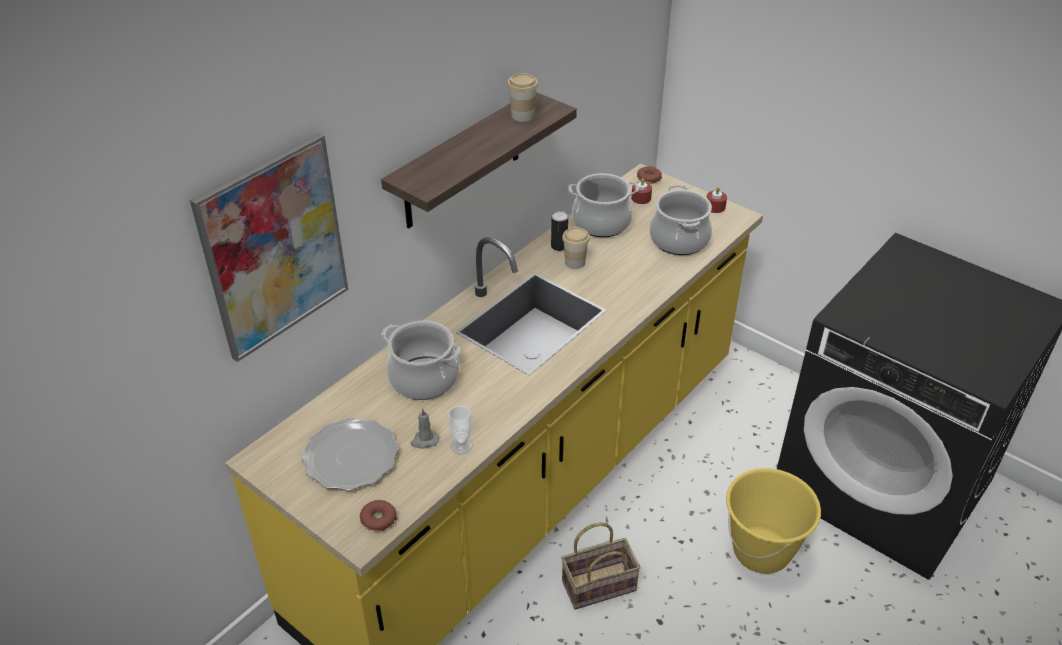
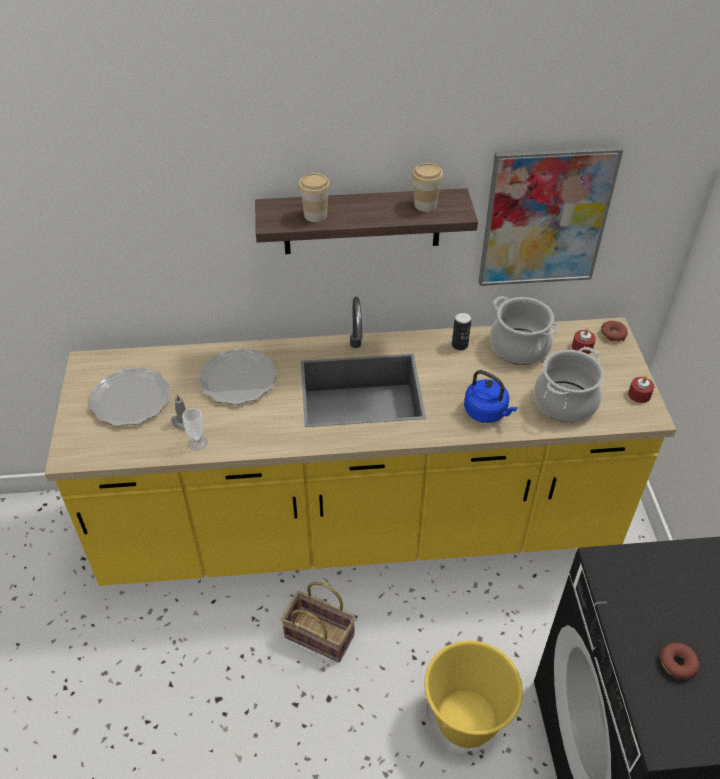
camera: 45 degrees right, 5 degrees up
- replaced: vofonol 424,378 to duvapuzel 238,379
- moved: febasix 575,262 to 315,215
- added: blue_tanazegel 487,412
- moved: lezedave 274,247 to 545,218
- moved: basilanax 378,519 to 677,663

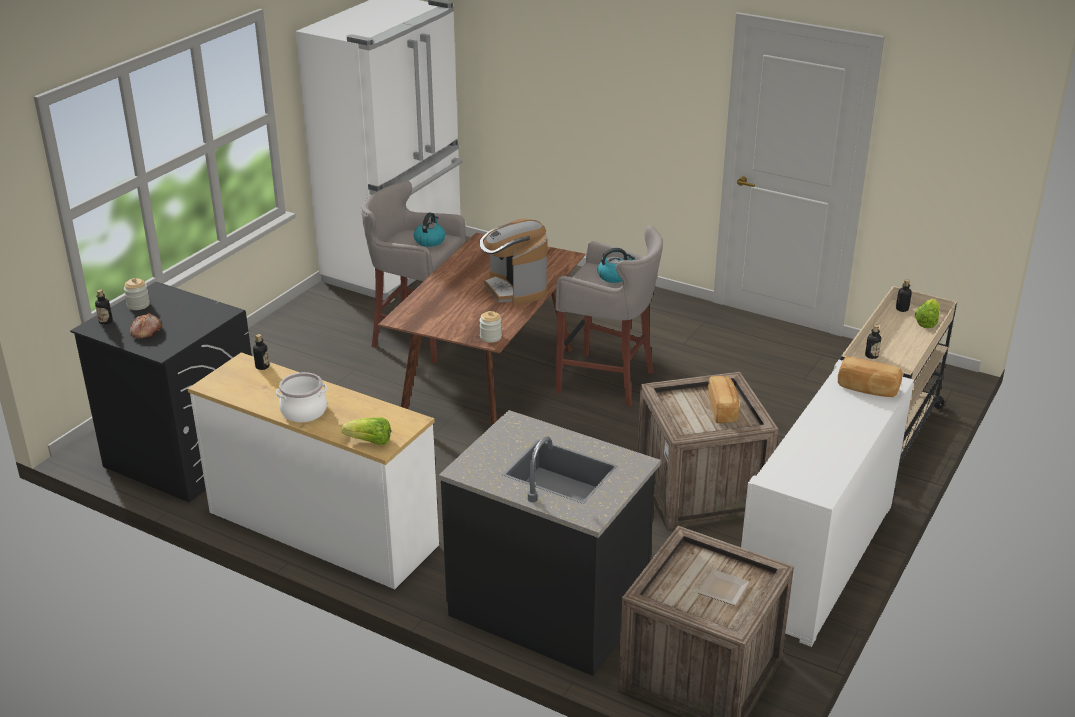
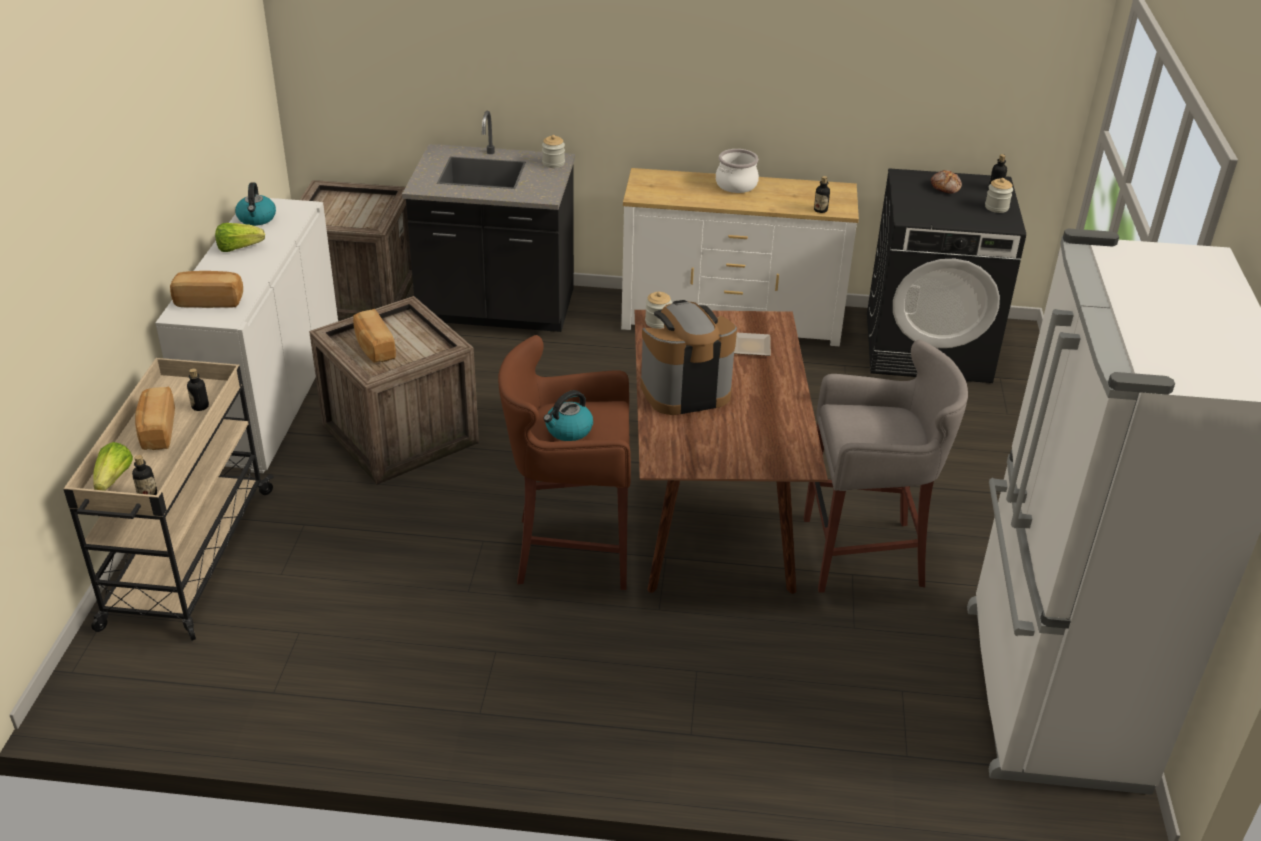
camera: 155 degrees right, 5 degrees up
- added: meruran 157,431
- moved: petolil 370,442 to 238,248
- moved: tanazegel 429,240 to 257,219
- recoloured: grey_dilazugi 608,381 to brown_dilazugi 569,551
- added: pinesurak 553,163
- turned: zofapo 515,289 = 685,391 60 degrees counterclockwise
- moved: duvapuzel 722,588 to 752,347

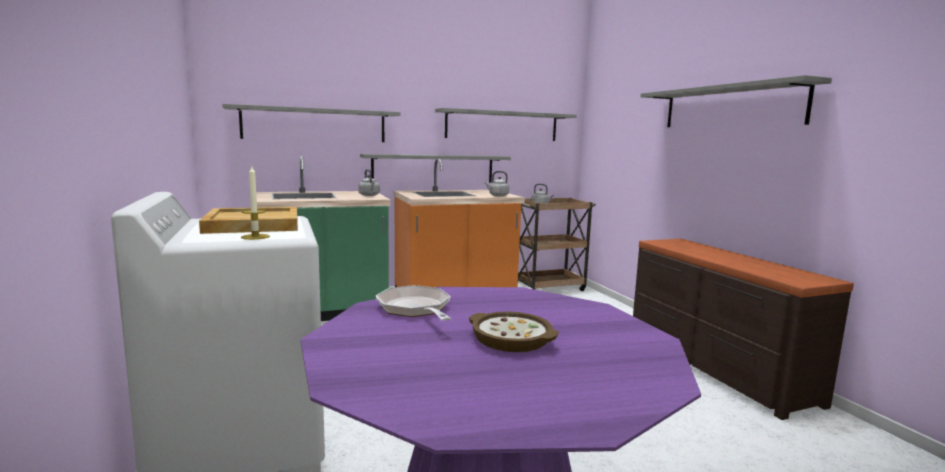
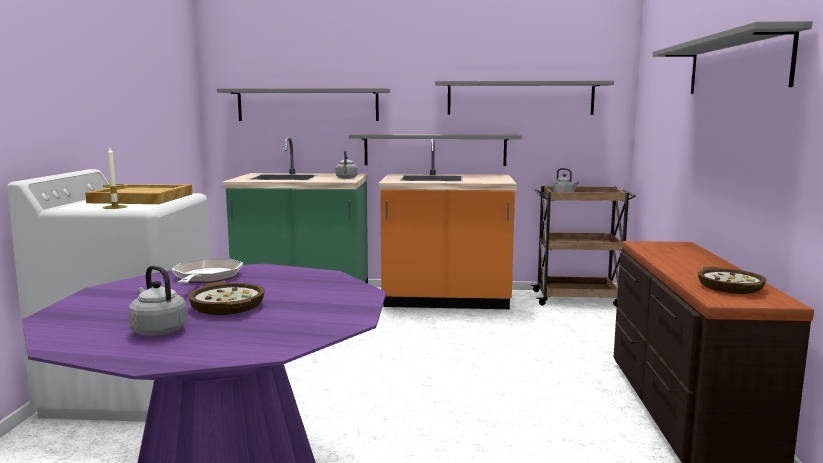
camera: 25 degrees right, 0 degrees up
- moved: grey_tanazegel 497,195 to 157,330
- added: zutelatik 729,287

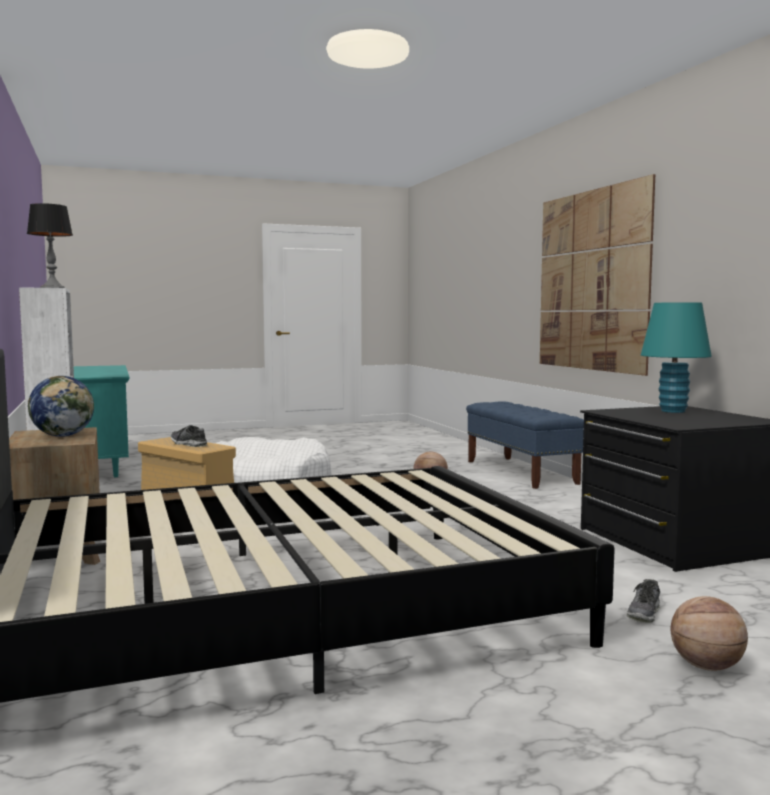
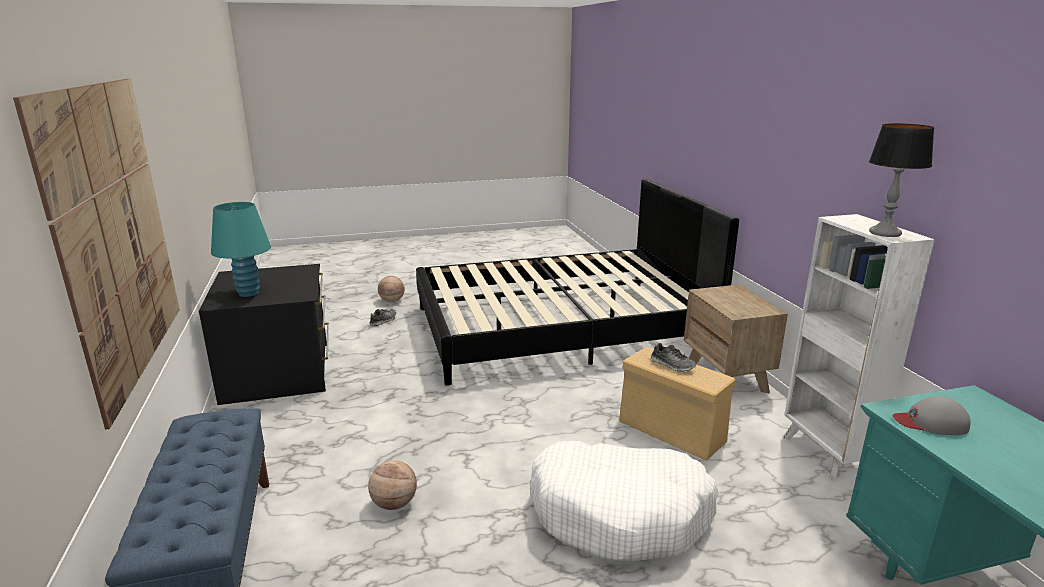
camera: 175 degrees left, 15 degrees up
- added: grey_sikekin 931,422
- removed: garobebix 63,436

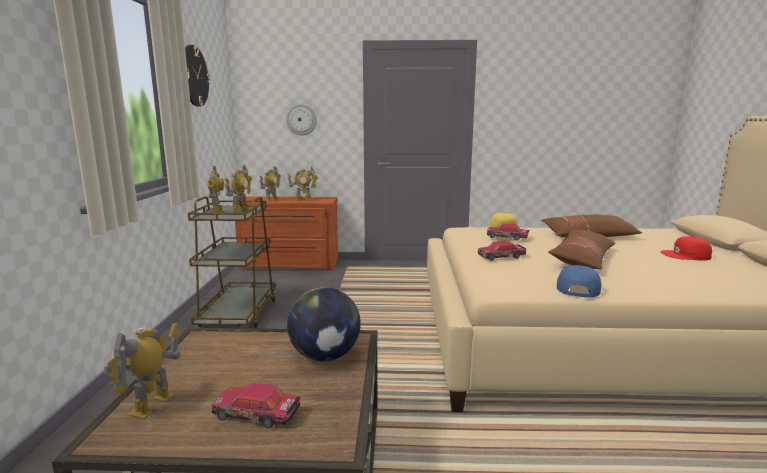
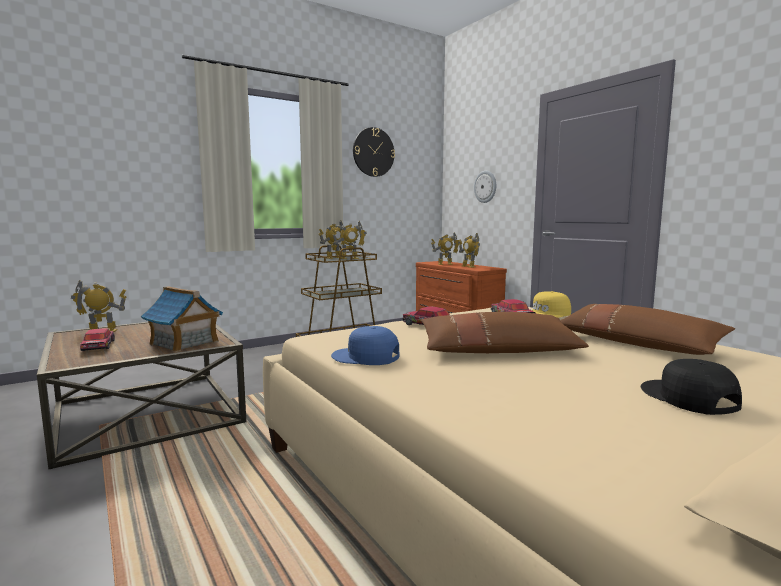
camera: 55 degrees right, 5 degrees down
- replaced: garobebix 325,356 to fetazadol 184,343
- turned: blue_sikekin 577,288 = 366,357 150 degrees counterclockwise
- recoloured: red_sikekin 686,255 to black_sikekin 687,397

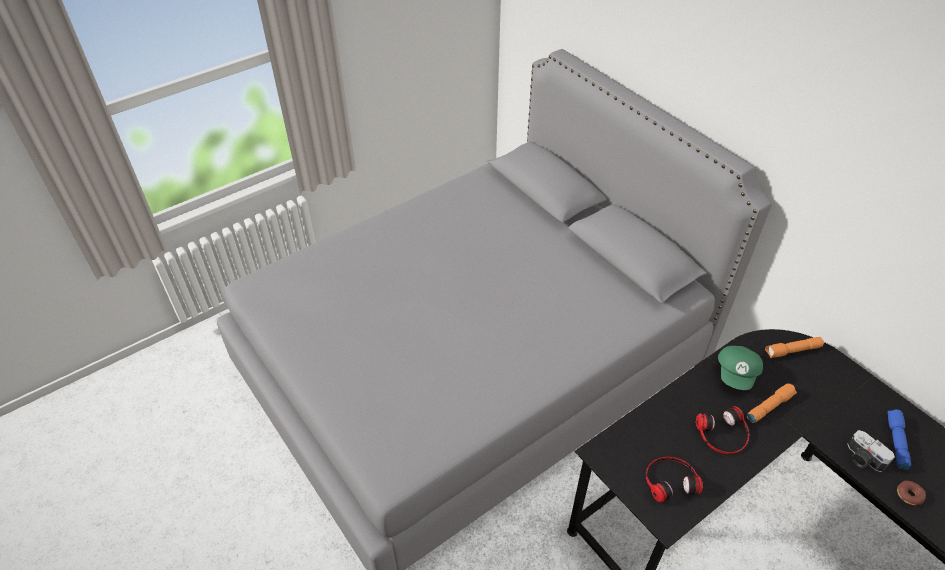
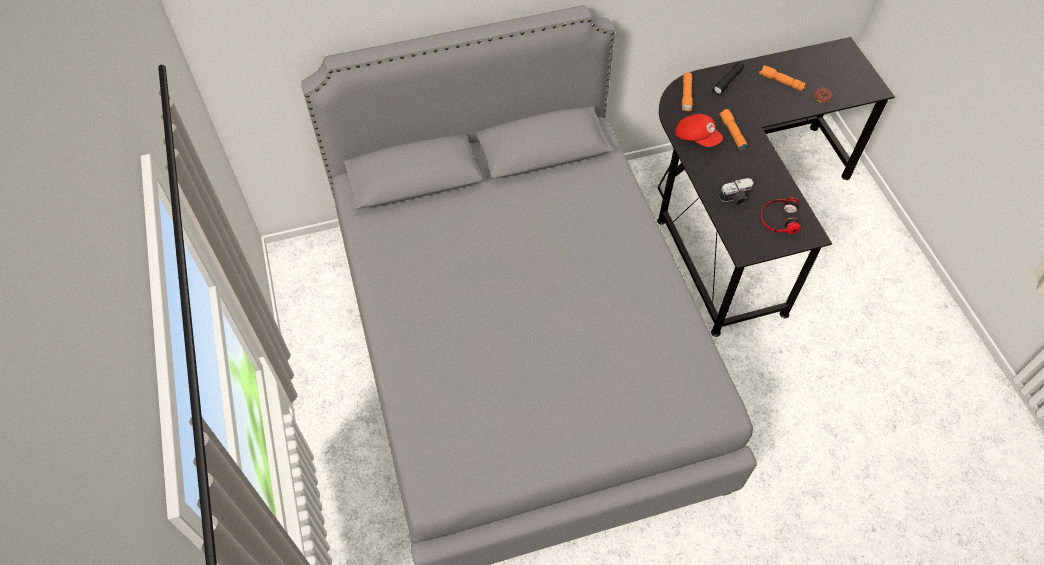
camera: 70 degrees left, 10 degrees up
- recoloured: green_sikekin 737,374 to red_sikekin 697,137
- added: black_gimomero 727,82
- moved: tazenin 862,459 to 736,199
- recoloured: blue_gimomero 895,441 to orange_gimomero 780,82
- removed: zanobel 723,434

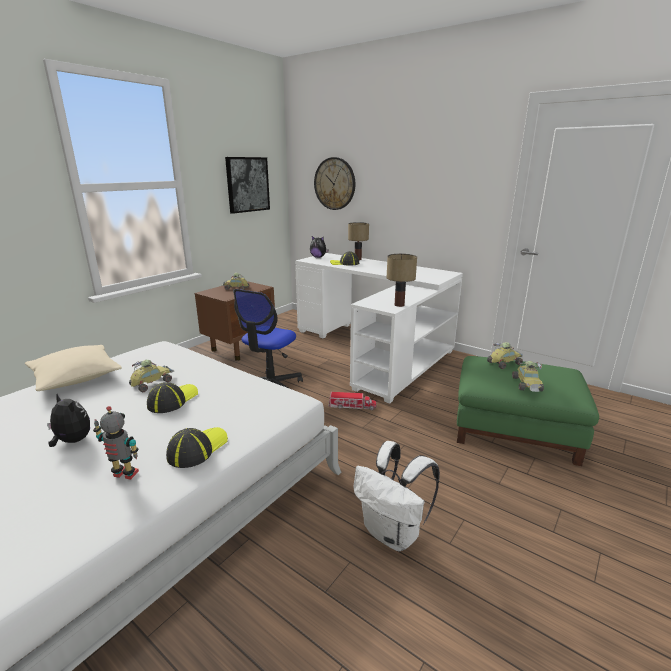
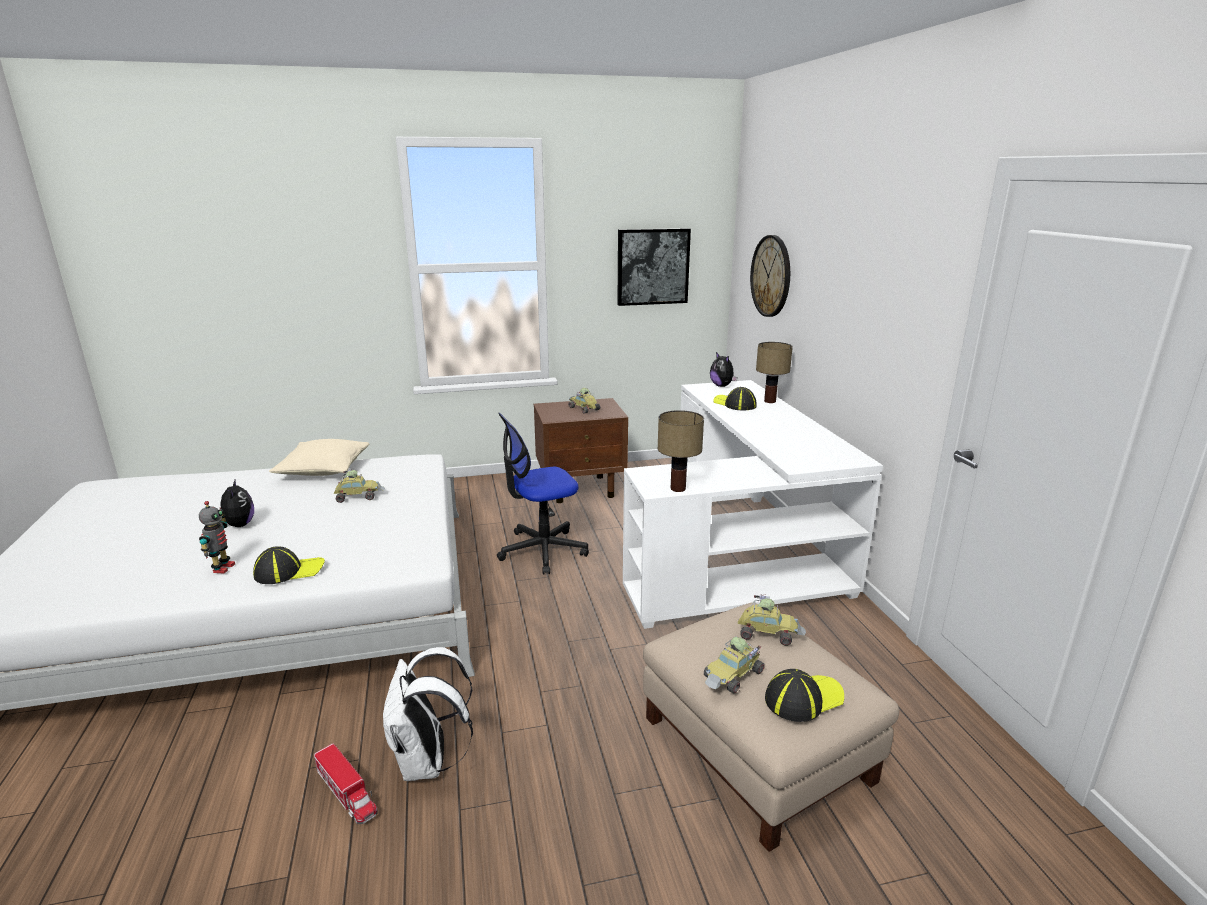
camera: 40 degrees right, 0 degrees up
- turned: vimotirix 124,475 = 222,568 45 degrees clockwise
- moved: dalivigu 352,406 to 347,793
- recoloured: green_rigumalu 515,429 to beige_rigumalu 758,748
- moved: sikekin 172,400 to 803,698

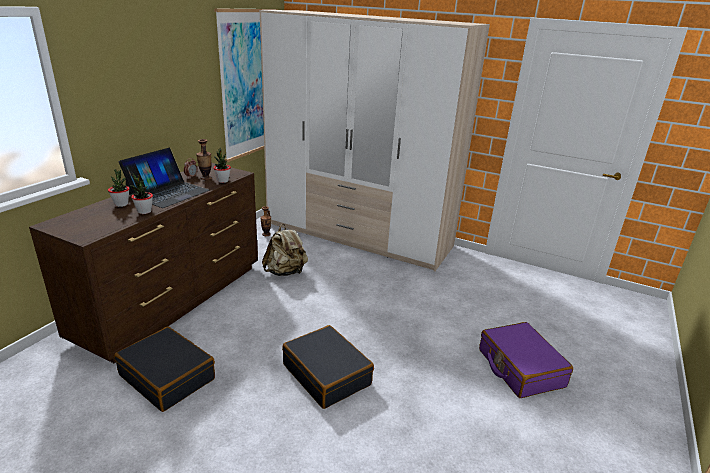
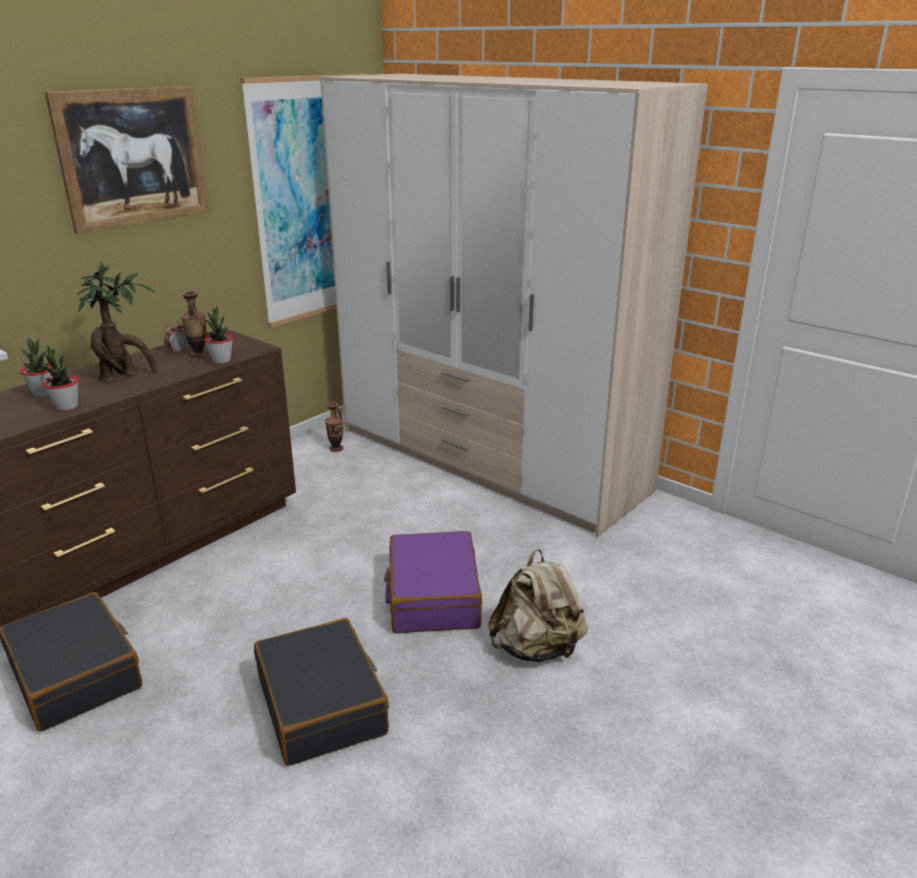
camera: 15 degrees right, 0 degrees up
- added: lezedave 133,157
- replaced: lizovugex 168,192 to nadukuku 124,376
- moved: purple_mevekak 520,368 to 433,596
- moved: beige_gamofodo 285,272 to 537,648

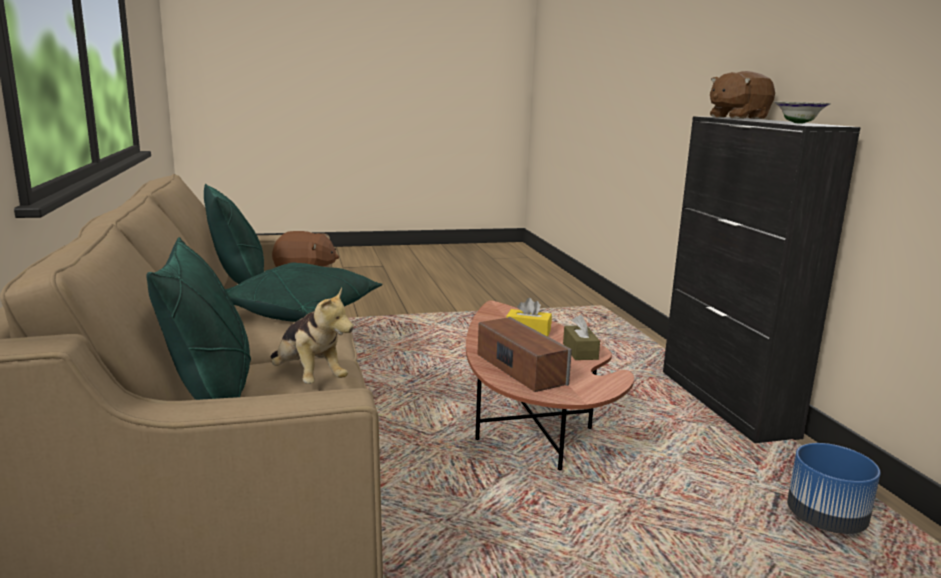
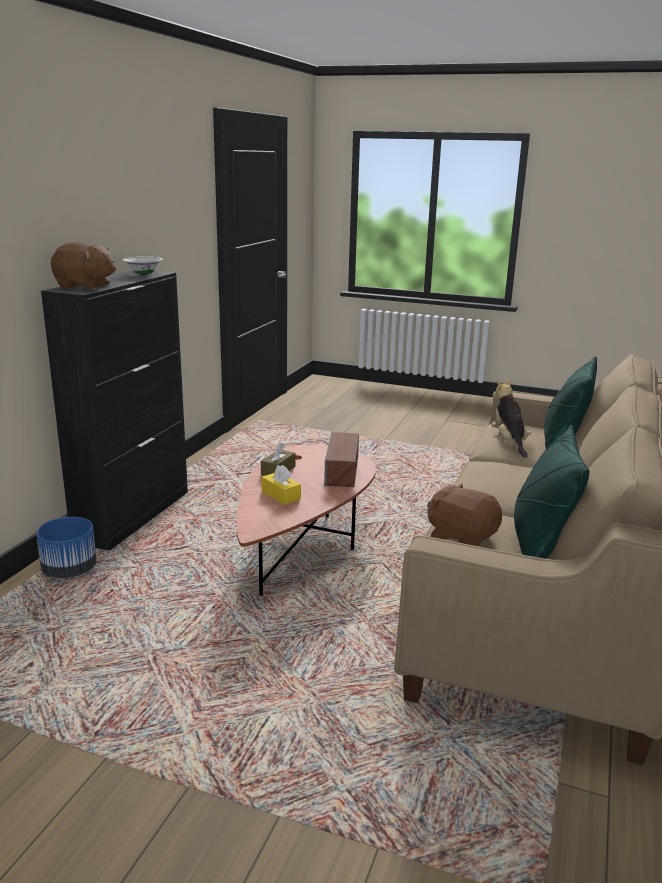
camera: 145 degrees left, 5 degrees up
- moved: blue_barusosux 825,520 to 69,571
- removed: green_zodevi 303,312

